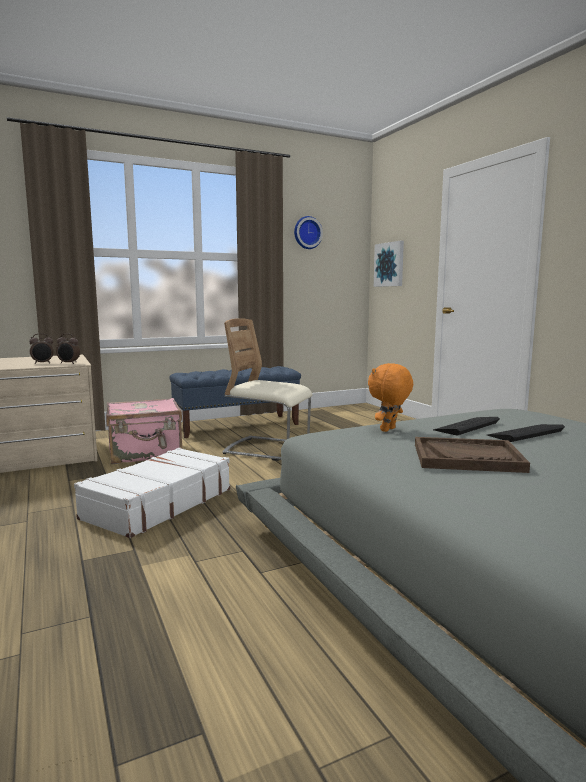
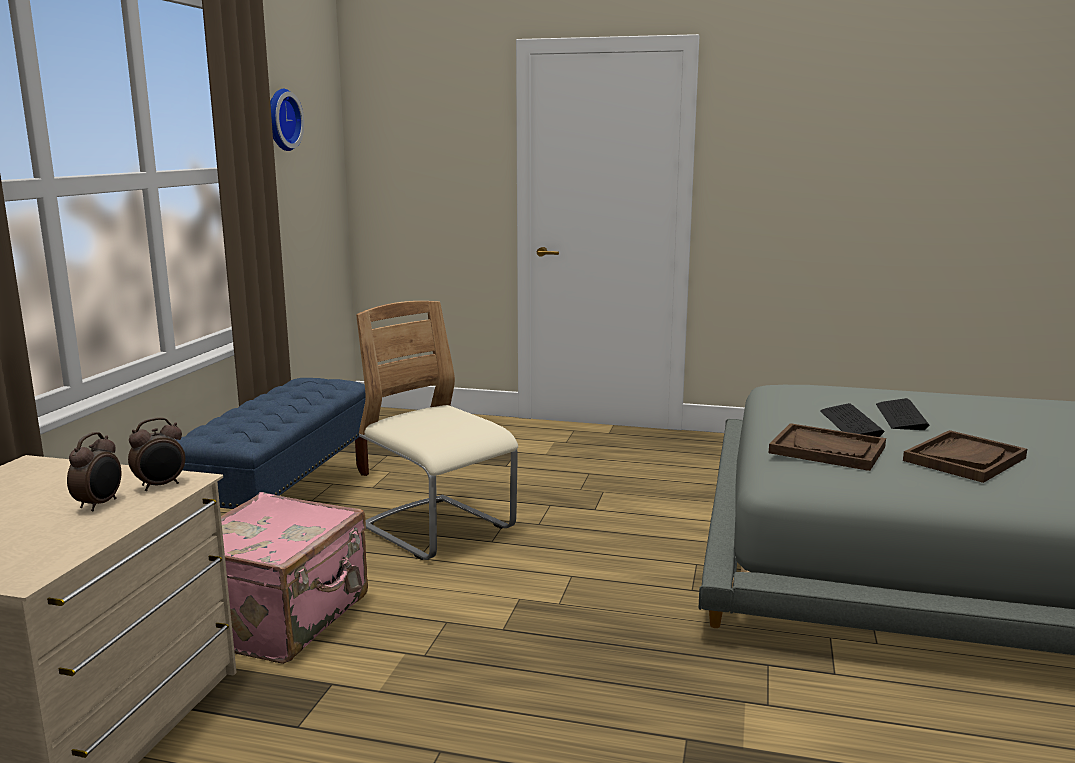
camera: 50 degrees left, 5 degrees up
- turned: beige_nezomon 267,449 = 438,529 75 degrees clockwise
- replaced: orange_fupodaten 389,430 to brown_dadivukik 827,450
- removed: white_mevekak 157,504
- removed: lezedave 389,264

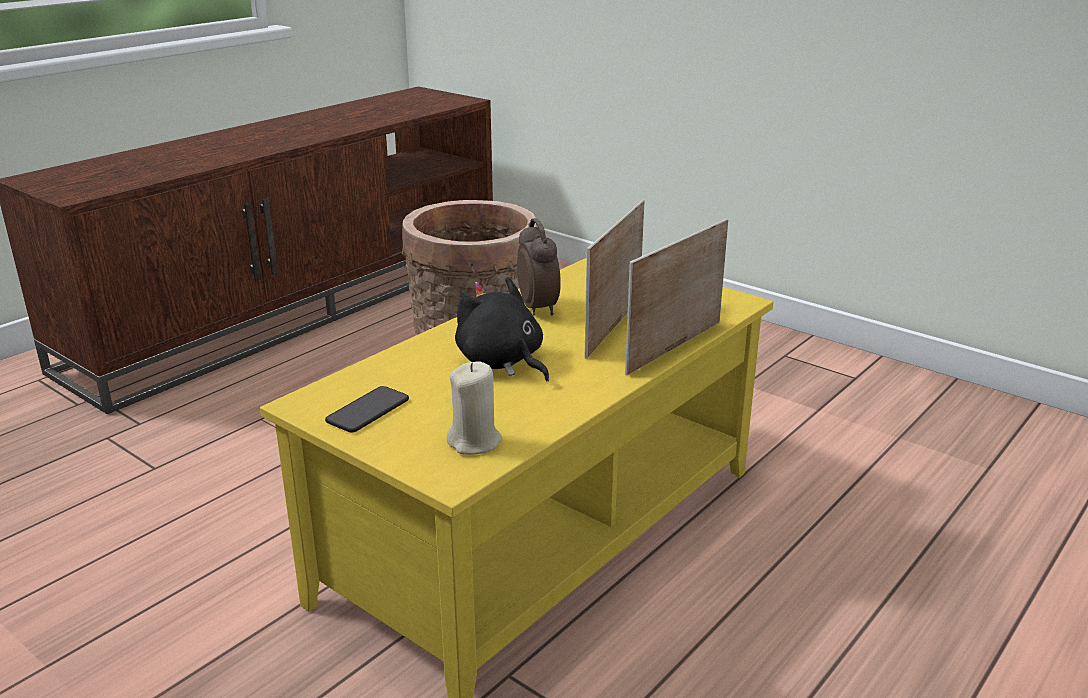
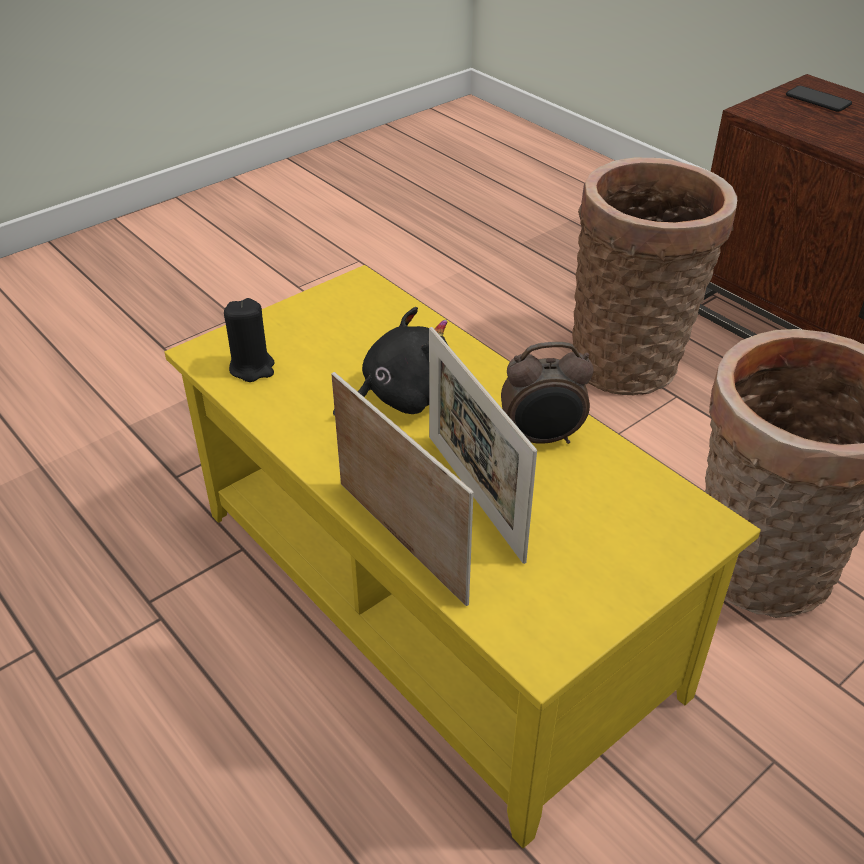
camera: 100 degrees right, 15 degrees up
- recoloured: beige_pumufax 475,442 to black_pumufax 252,367
- turned: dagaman 613,327 = 474,496 150 degrees counterclockwise
- added: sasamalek 630,361
- moved: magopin 368,411 to 818,100

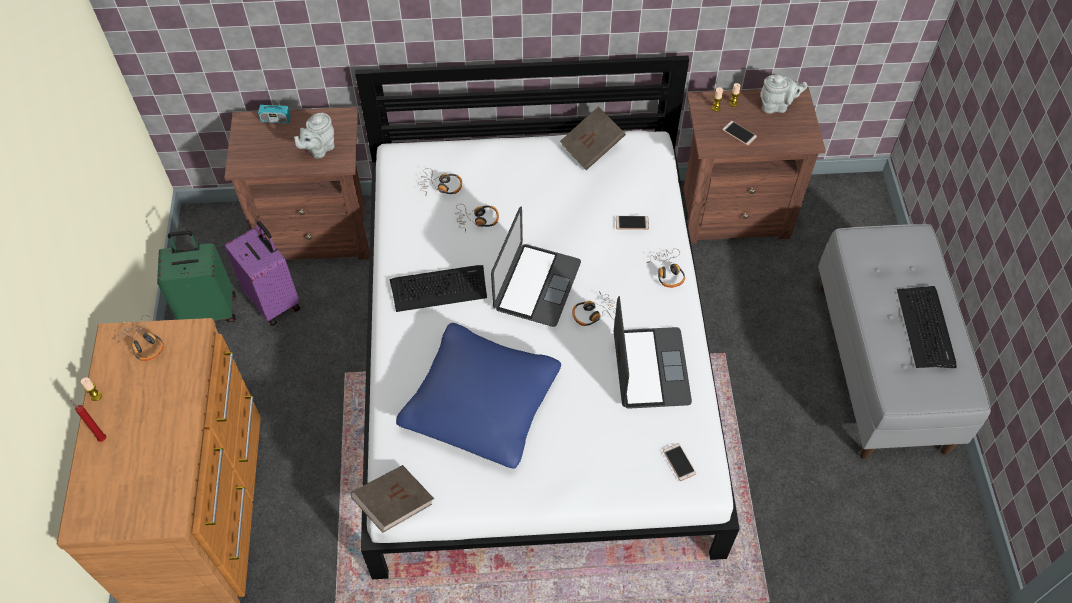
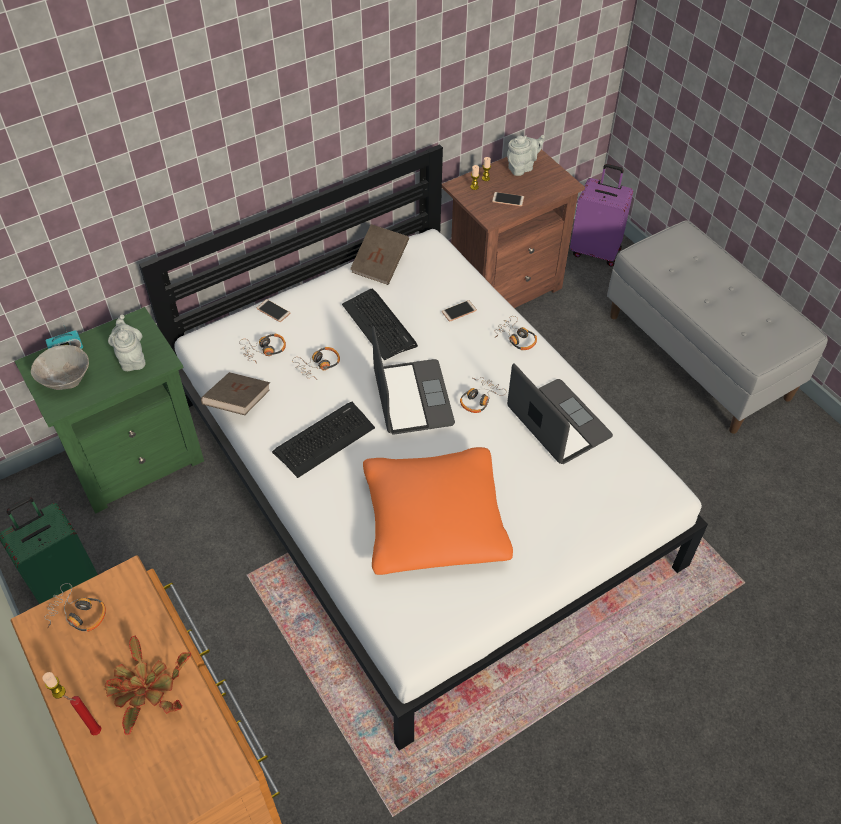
camera: 30 degrees left, 5 degrees down
- recoloured: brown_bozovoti 319,232 to green_bozovoti 136,459
- added: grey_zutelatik 67,381
- added: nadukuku 146,690
- turned: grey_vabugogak 319,149 = 132,359 150 degrees clockwise
- moved: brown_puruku 394,504 to 238,403
- moved: magopin 679,462 to 273,311
- moved: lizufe 926,327 to 379,325
- recoloured: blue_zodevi 481,404 to orange_zodevi 434,521
- moved: purple_mevekak 274,300 to 595,251

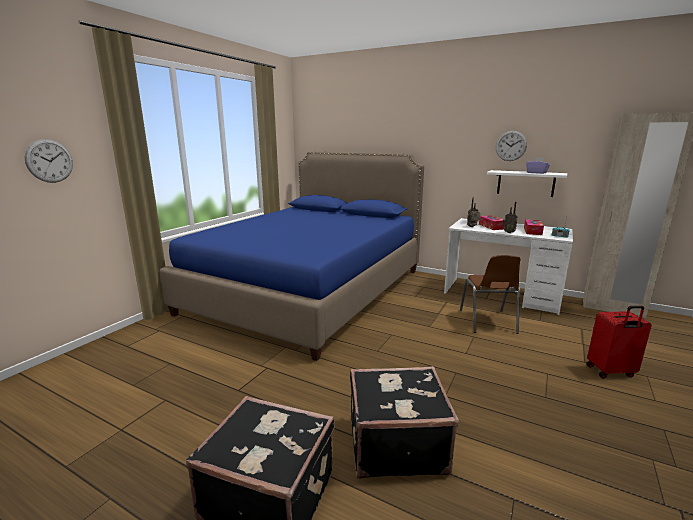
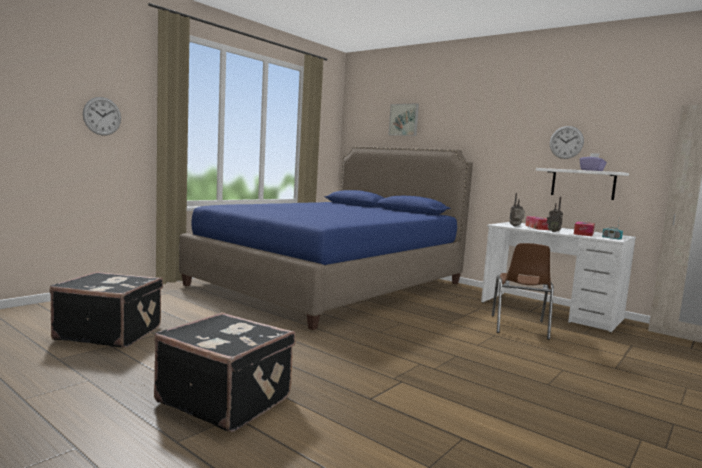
camera: 10 degrees right, 10 degrees down
- moved: black_mevekak 395,444 to 110,333
- added: lezedave 404,120
- removed: red_mevekak 611,372

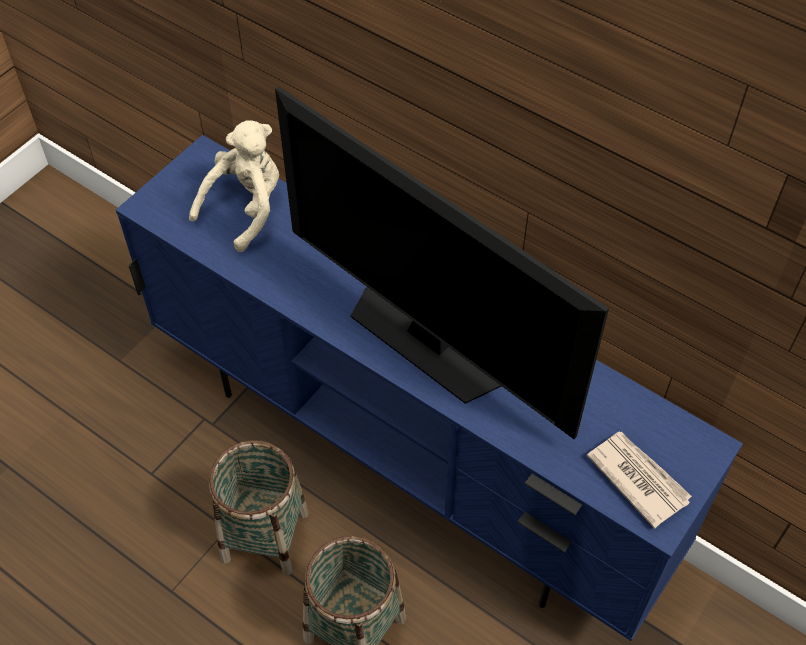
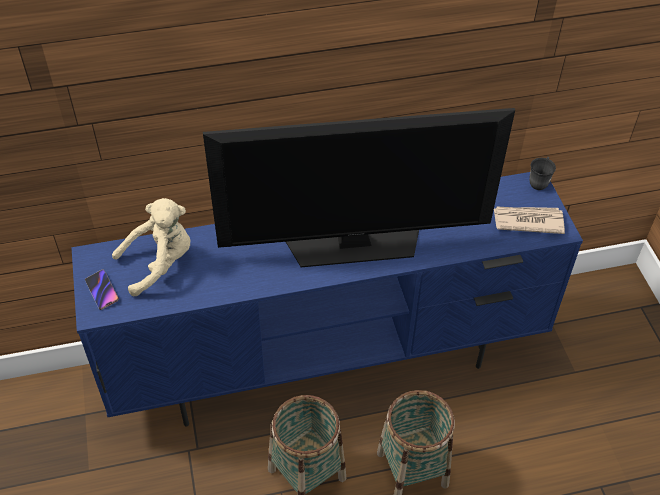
camera: 50 degrees left, 5 degrees down
- added: magopin 102,291
- turned: beige_fupodaten 246,208 = 160,263 75 degrees clockwise
- added: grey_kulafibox 539,181

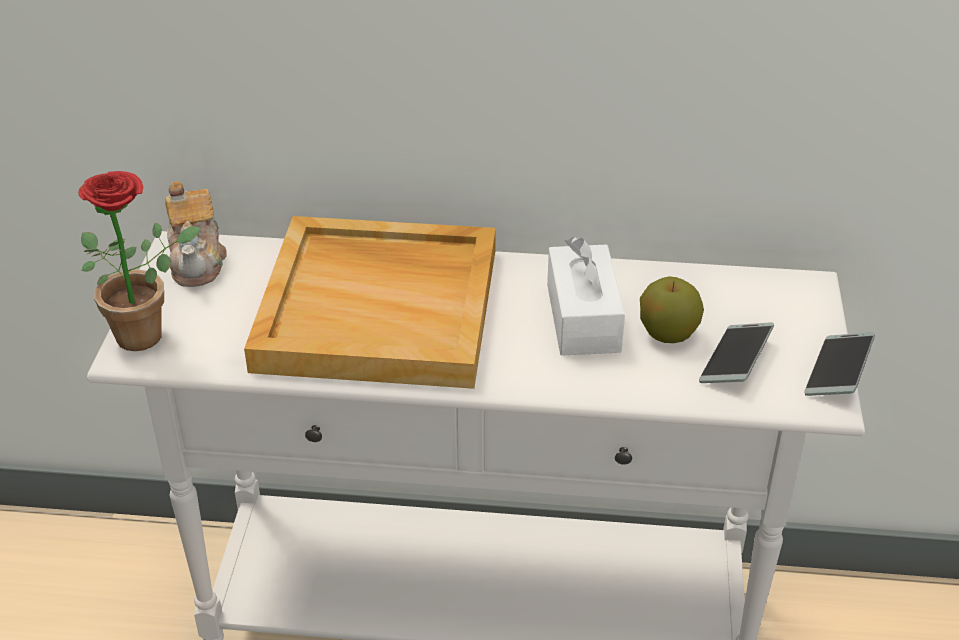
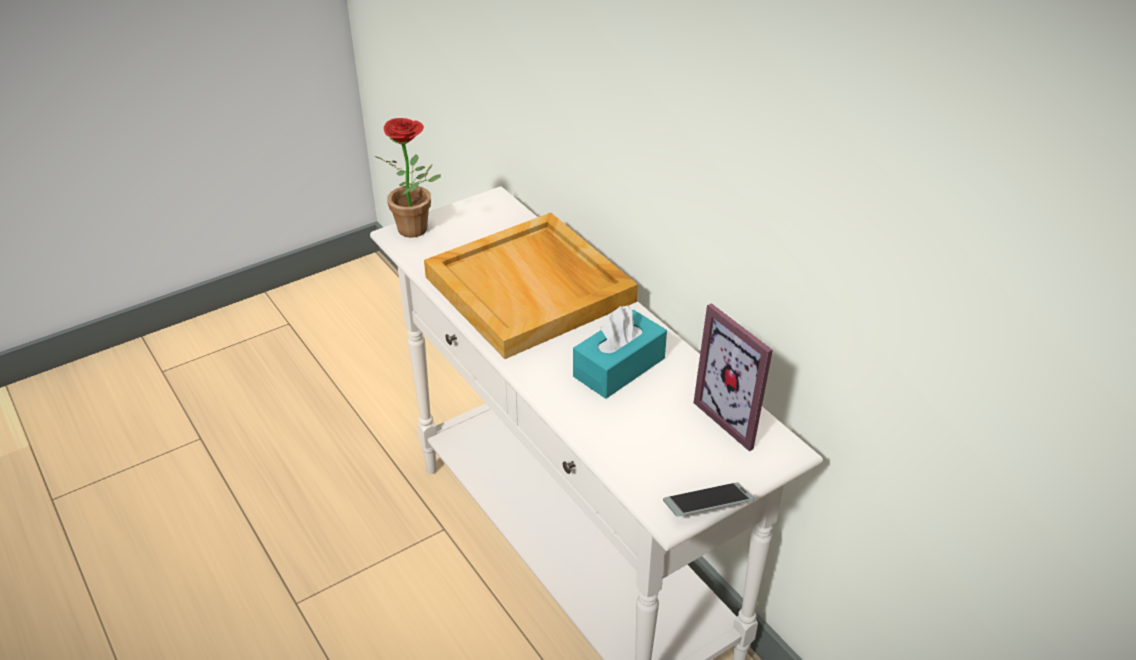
camera: 50 degrees right, 0 degrees up
- recoloured: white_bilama 583,318 to turquoise_bilama 619,367
- added: dagaman 738,416
- removed: vabugogak 198,261
- removed: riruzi 667,333
- removed: magopin 735,361

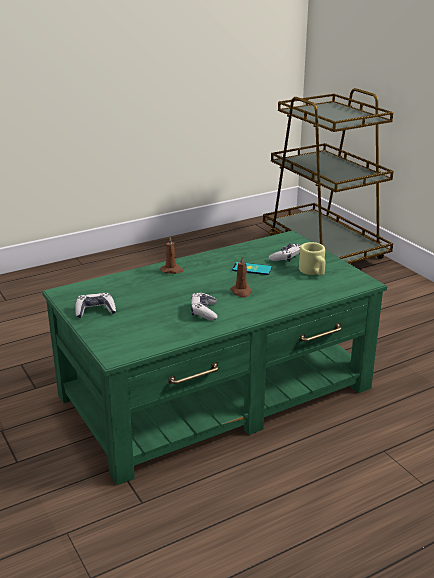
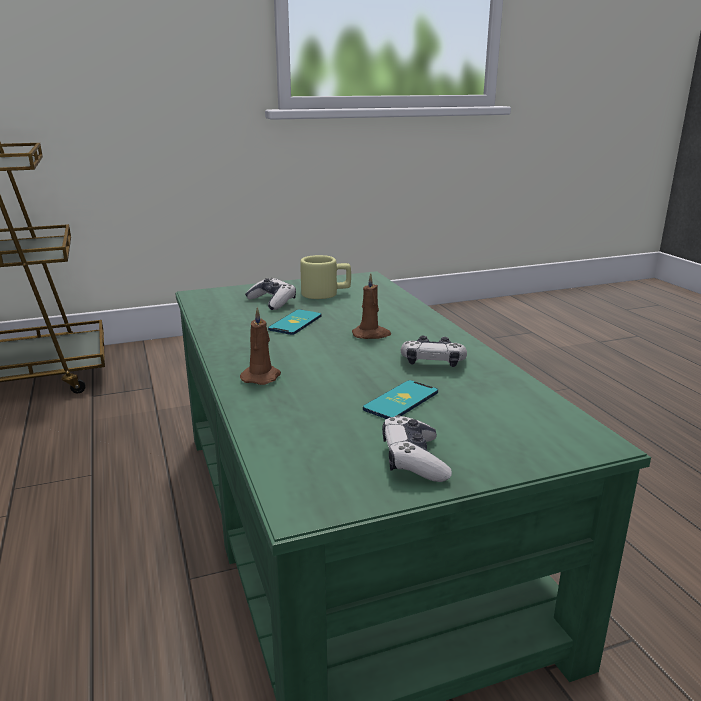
camera: 80 degrees left, 5 degrees down
- added: magopin 401,401

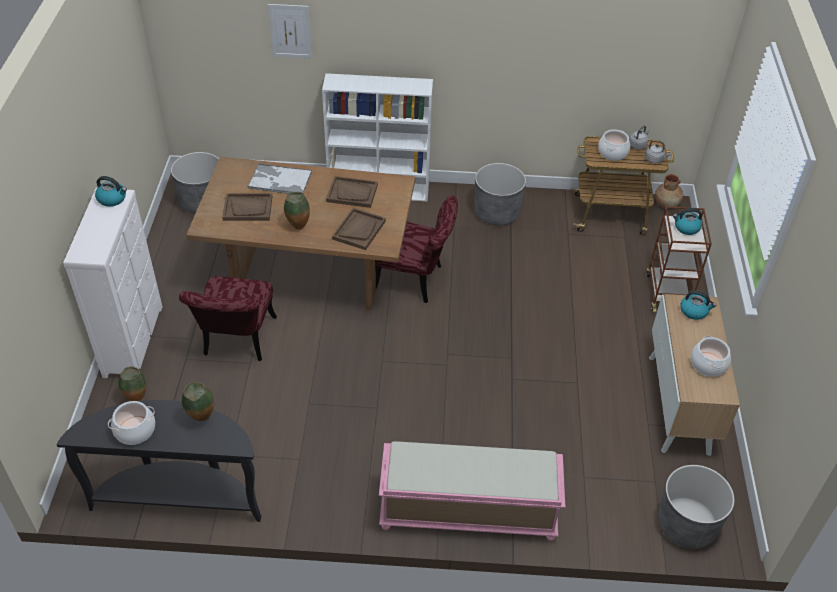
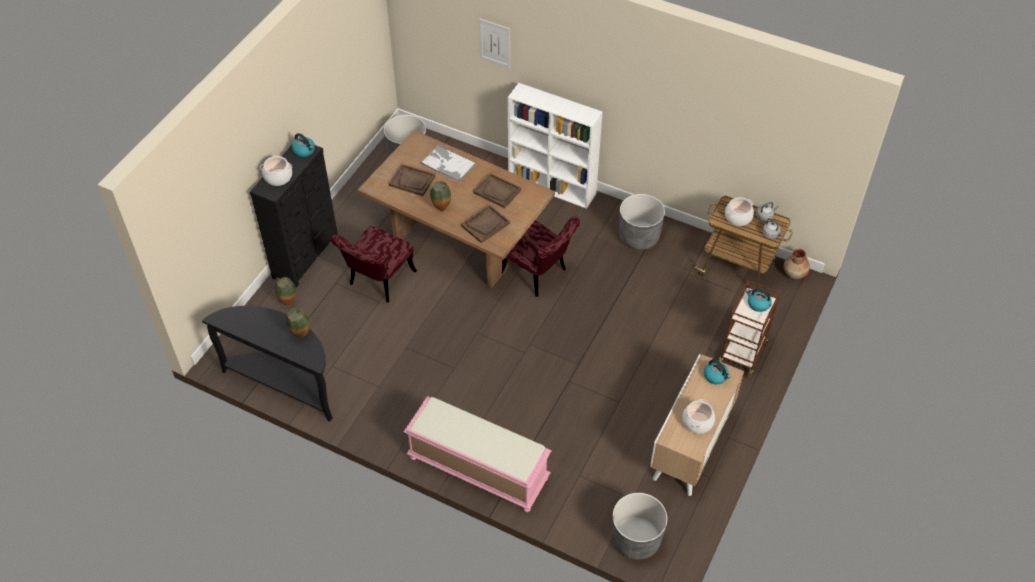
camera: 25 degrees right, 5 degrees up
- recoloured: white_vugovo 134,340 to black_vugovo 306,256
- moved: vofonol 135,430 to 278,177

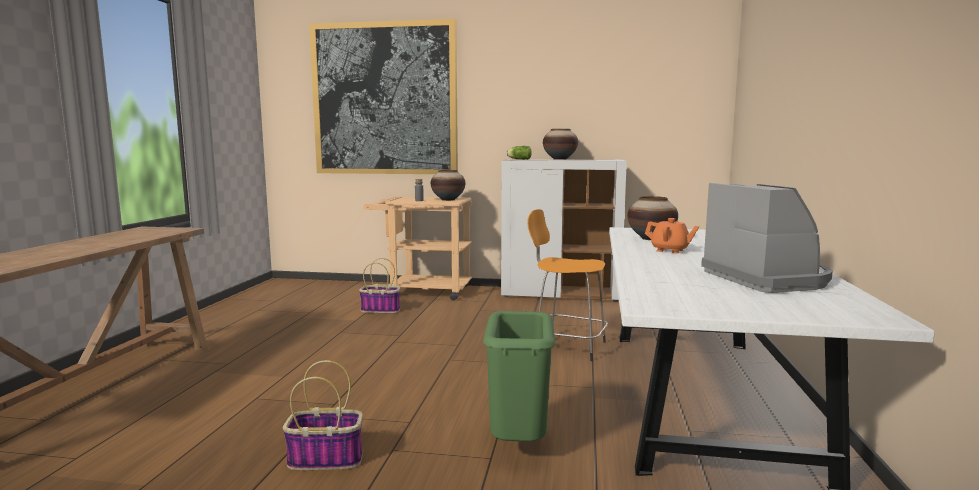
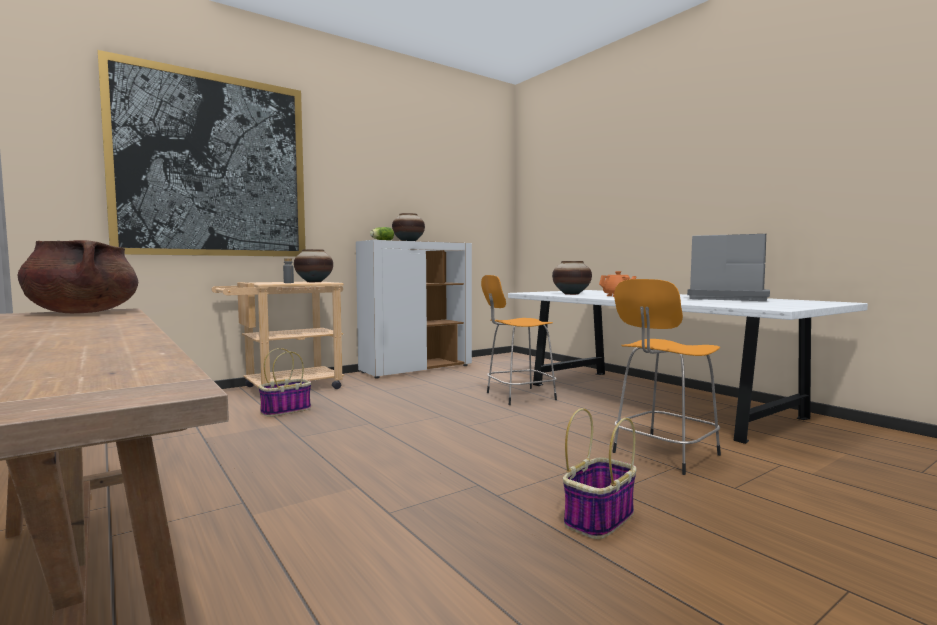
camera: 45 degrees left, 5 degrees down
- added: brown_vofonol 83,313
- replaced: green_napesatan 517,445 to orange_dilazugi 663,454

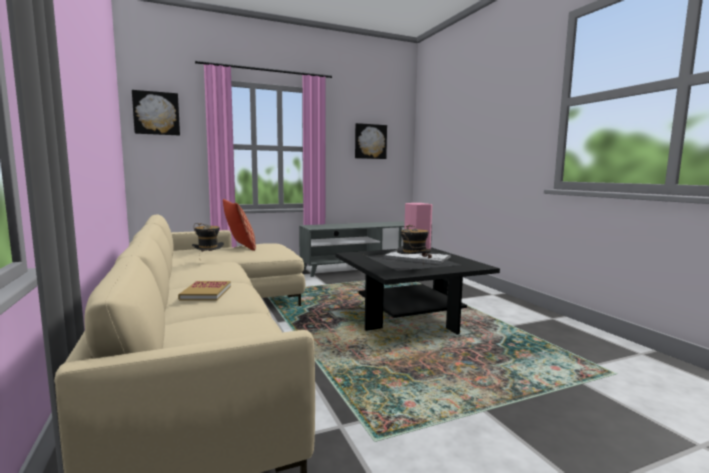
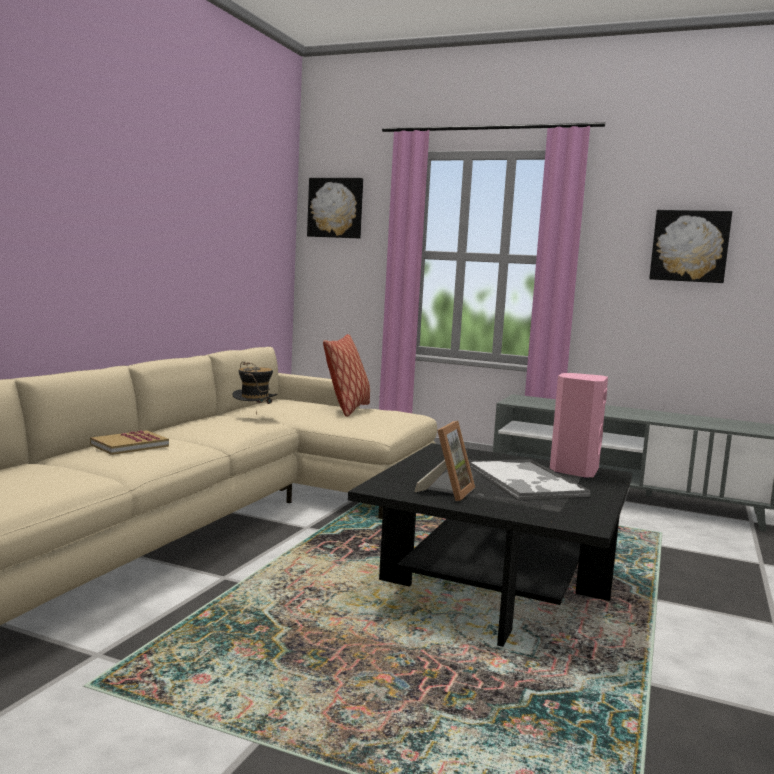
camera: 45 degrees right, 0 degrees up
- replaced: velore 413,268 to dagaman 447,492

